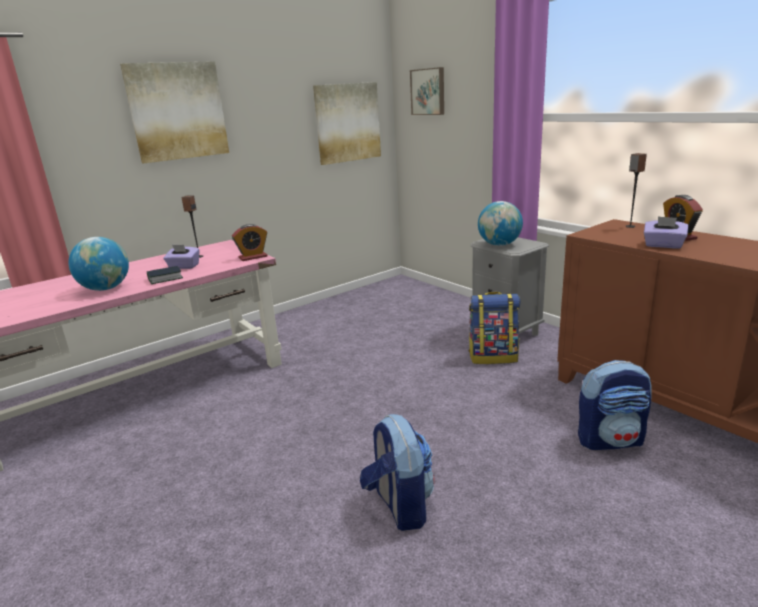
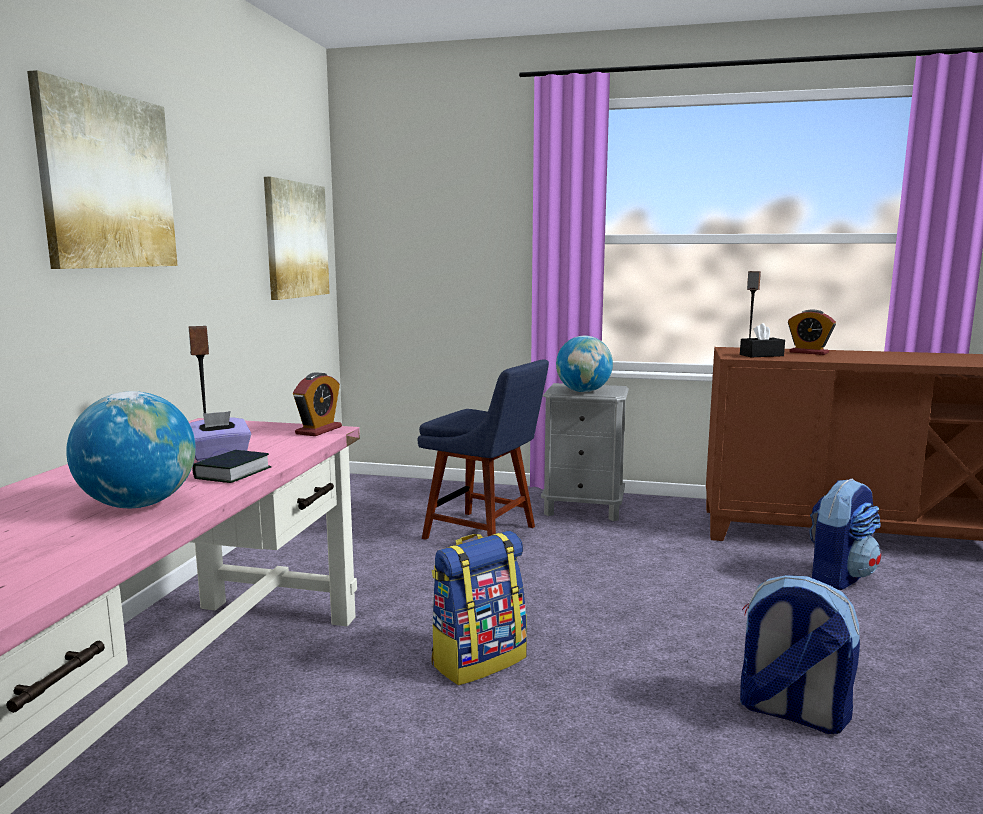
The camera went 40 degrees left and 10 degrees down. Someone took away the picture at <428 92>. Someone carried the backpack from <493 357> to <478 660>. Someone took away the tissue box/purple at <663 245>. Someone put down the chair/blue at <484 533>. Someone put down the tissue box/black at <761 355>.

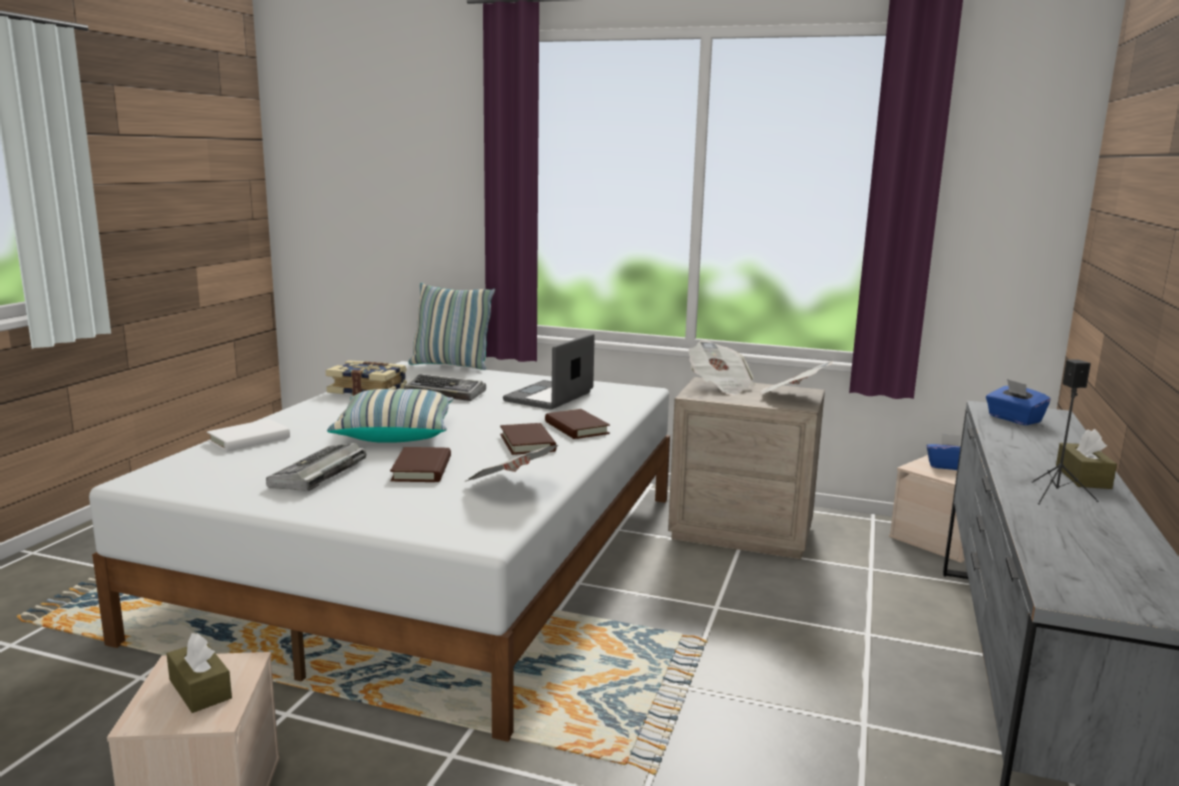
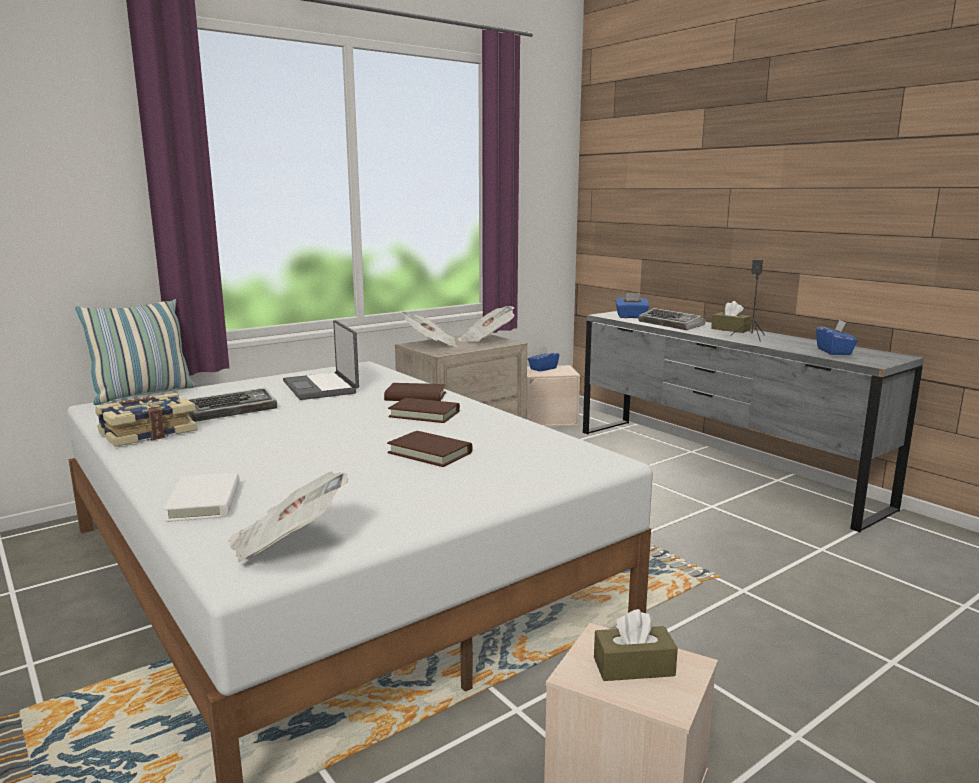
The camera went 55 degrees left and 0 degrees up. Someone carried the keyboard from <318 475> to <671 325>. Someone took away the pillow at <395 433>. Someone carried the newspaper from <510 487> to <287 544>. Someone put down the tissue box/blue at <834 352>.

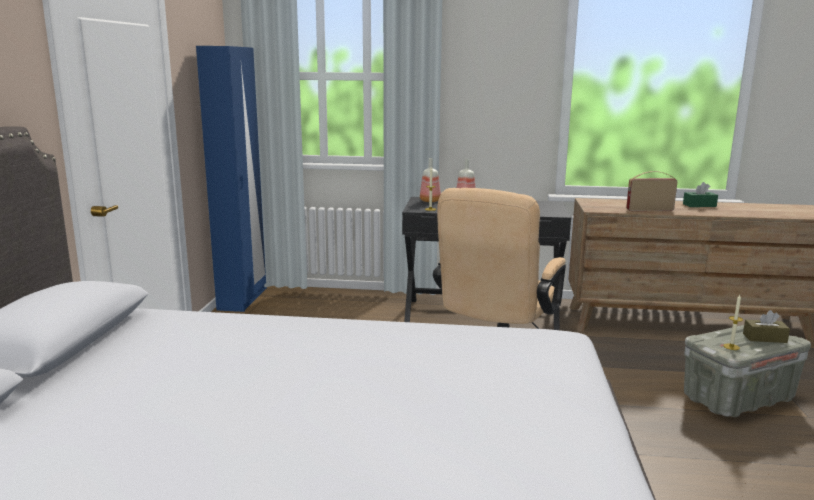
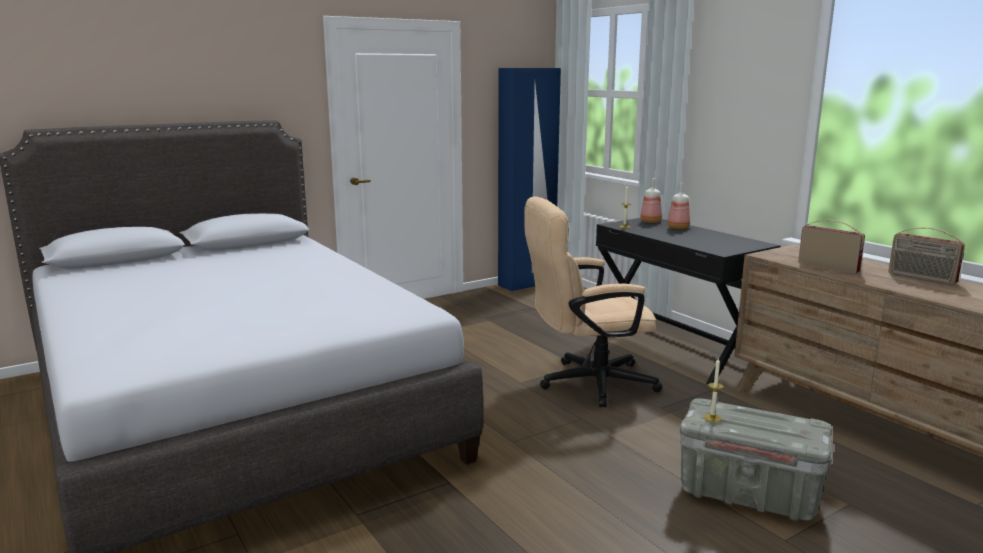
The camera went 50 degrees right and 0 degrees up. Someone swapped the tissue box/green at <699 205> for the radio at <921 279>. Someone took away the tissue box/brown at <764 338>.

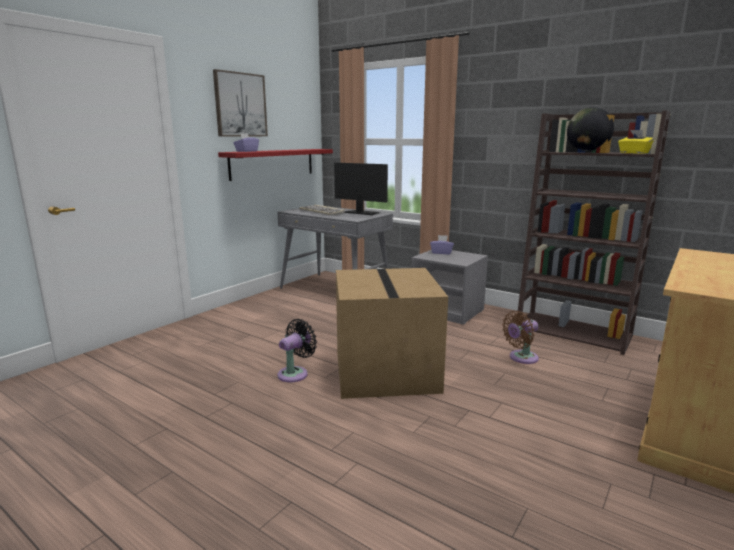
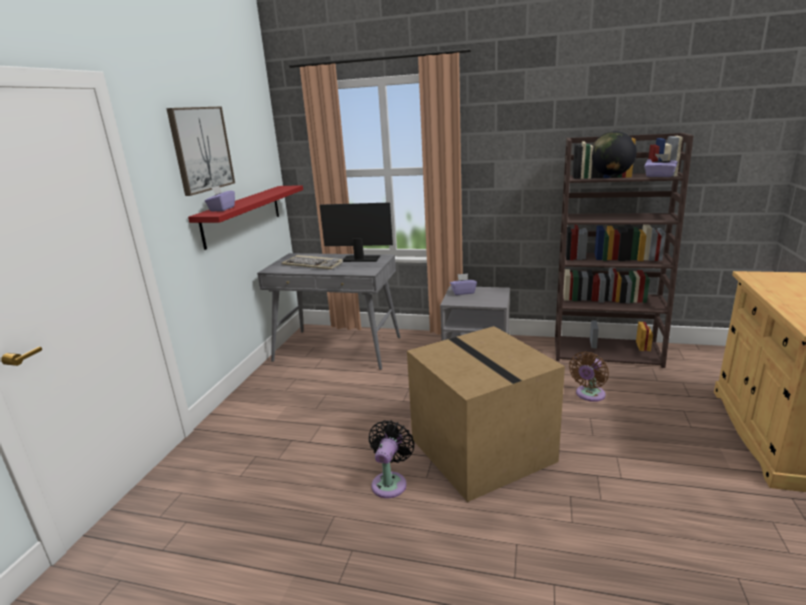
The camera went 20 degrees left and 5 degrees up. Someone repainted the tissue box/yellow at <634 153>, which became the tissue box/purple at <659 176>.

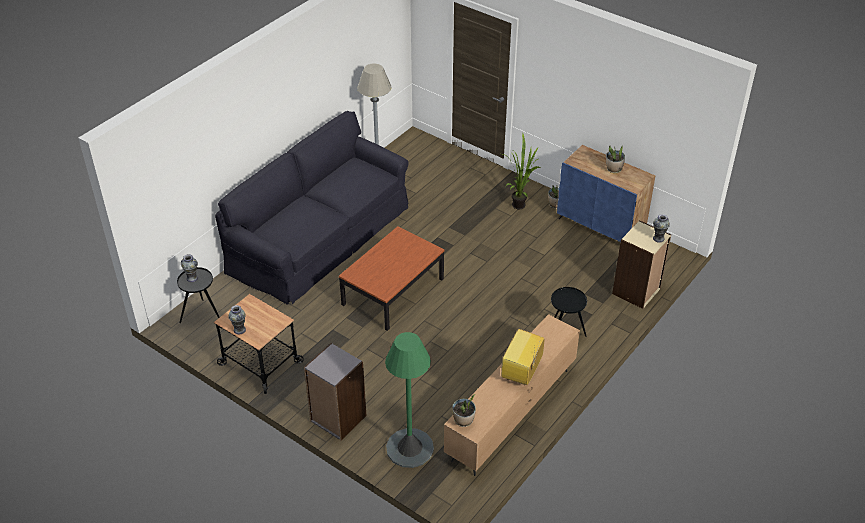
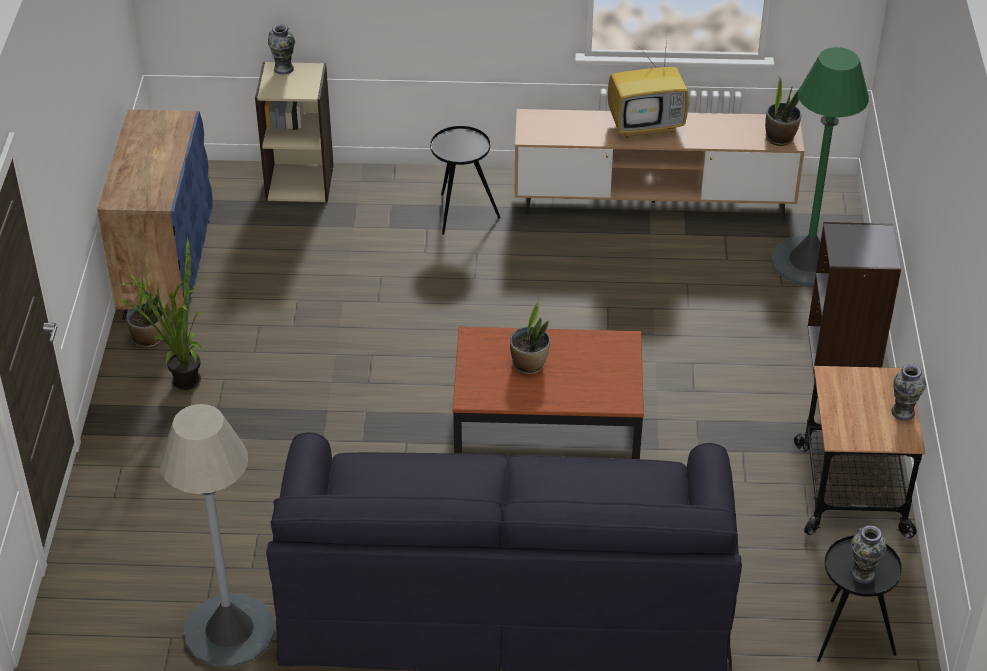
The camera went 125 degrees left and 0 degrees up. Someone carried the potted plant from <613 169> to <529 365>.

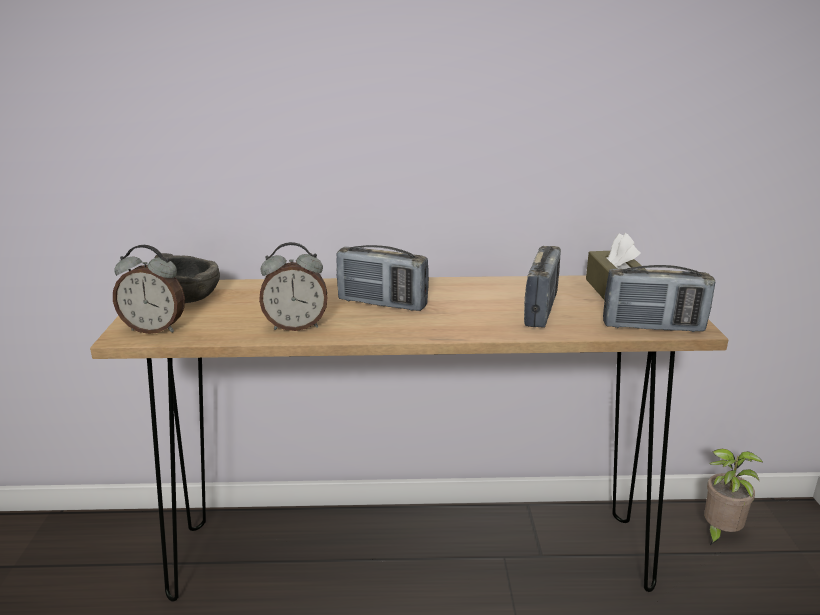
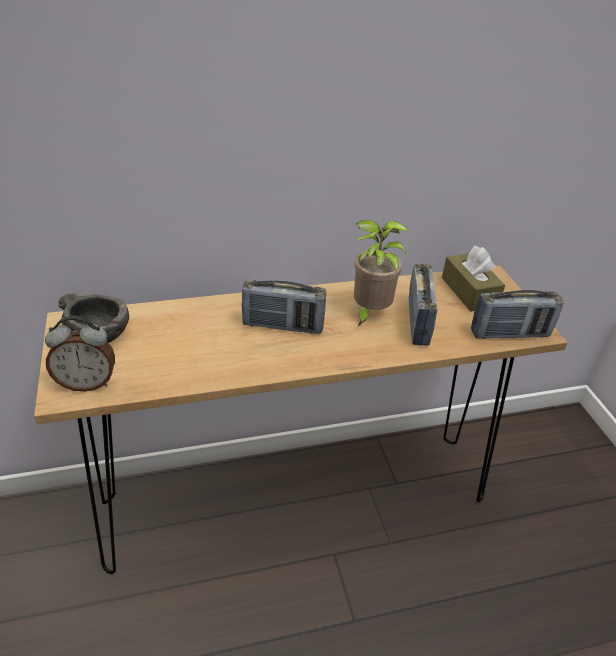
The camera went 15 degrees left and 15 degrees up. Someone took away the alarm clock at <296 326>. Someone carried the potted plant from <719 533> to <369 313>.

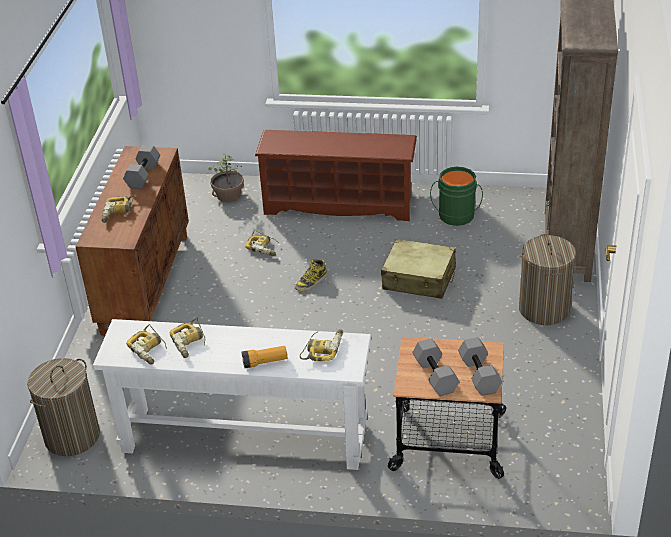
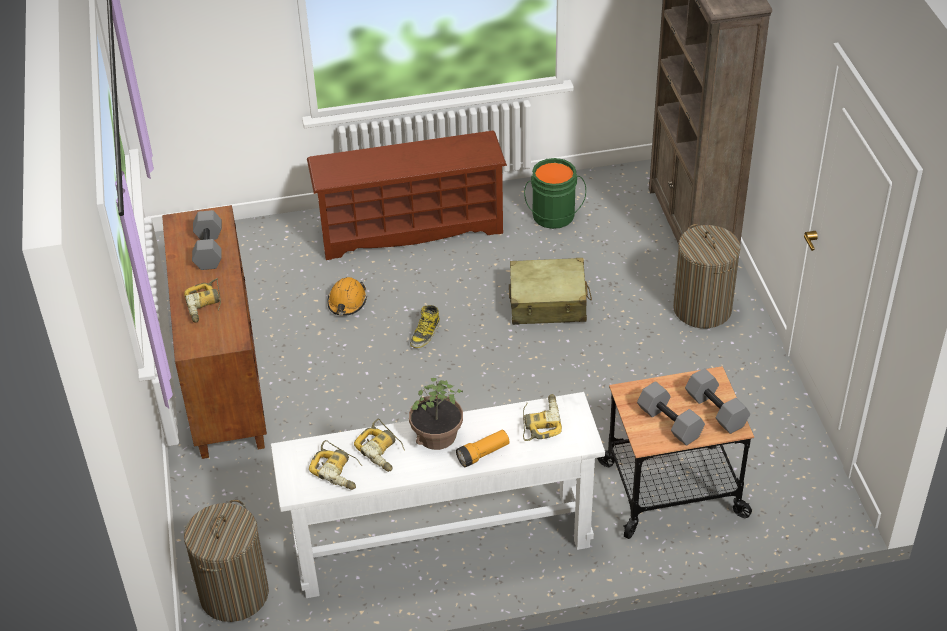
The camera went 20 degrees left and 5 degrees up. Someone carried the potted plant from <228 195> to <436 435>. Someone swapped the power drill at <264 247> for the hard hat/orange at <347 302>.

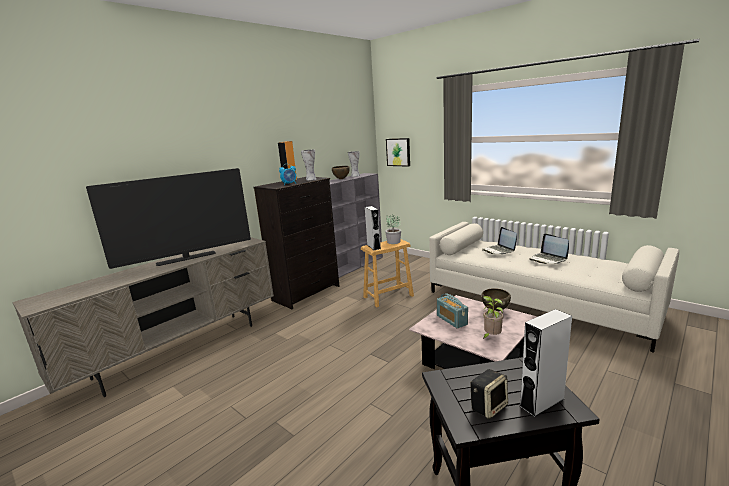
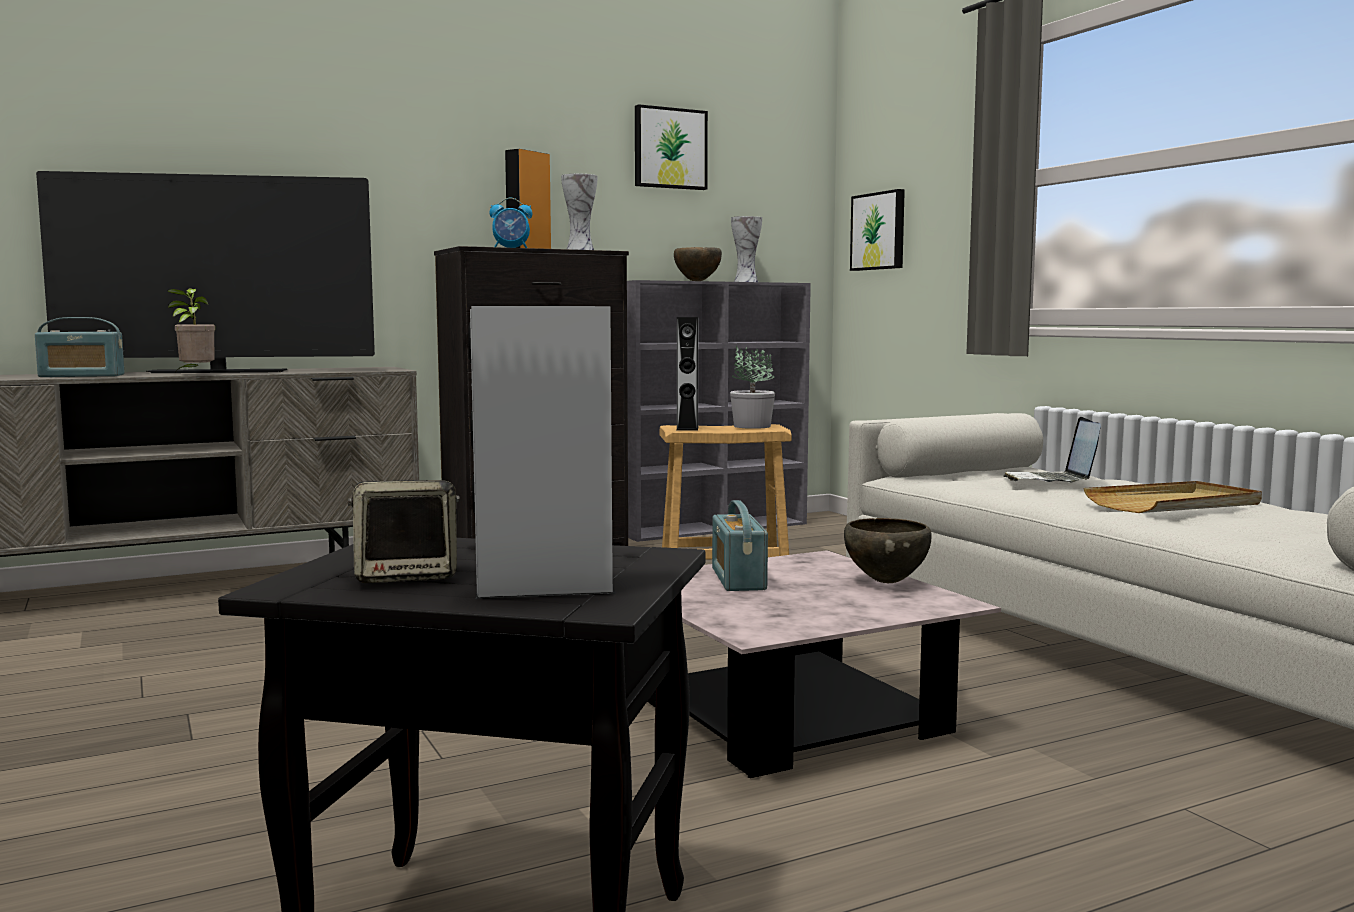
The camera went 20 degrees right and 10 degrees down. Someone carried the potted plant from <491 337> to <195 374>. Someone swapped the laptop at <548 259> for the tray/beige at <1174 504>. Someone put down the radio at <82 376>. Someone put up the picture at <669 148>.

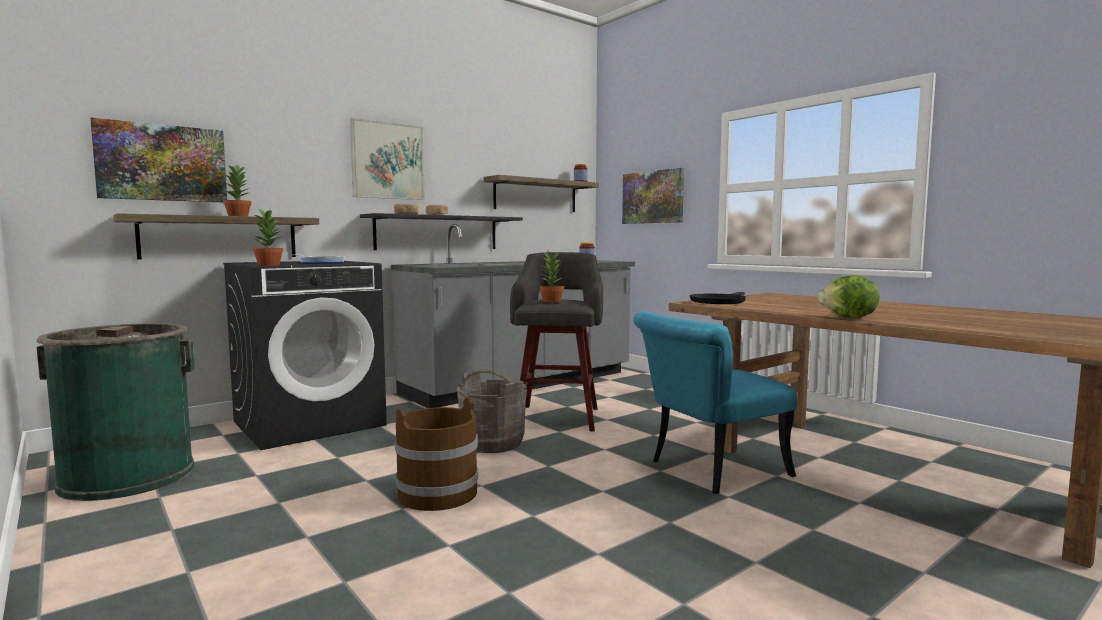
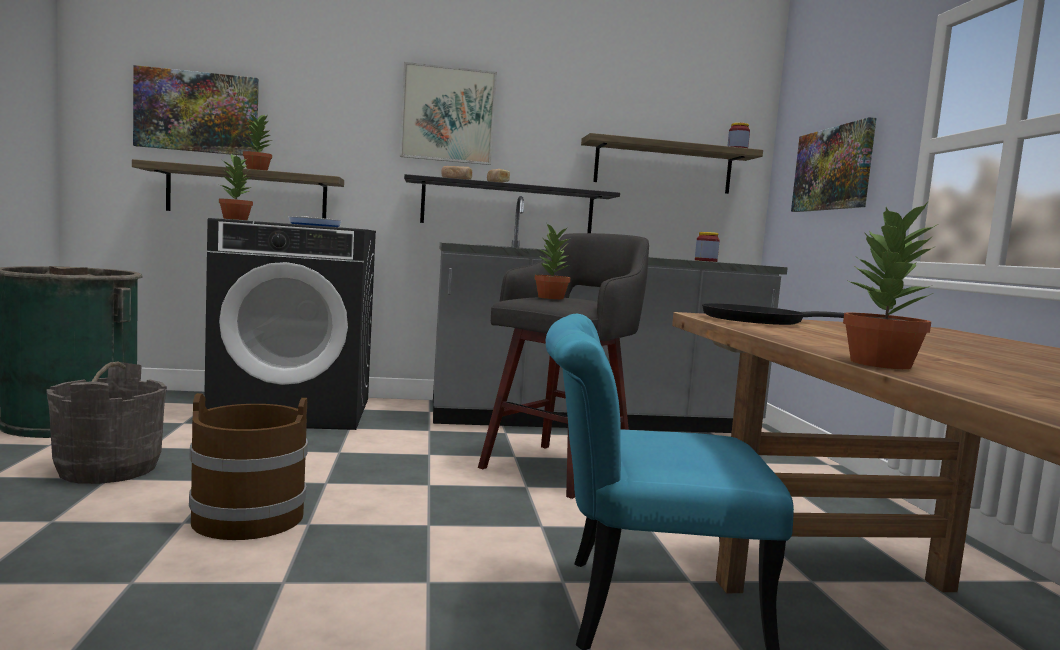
The camera went 30 degrees right and 0 degrees up. Someone carried the bucket/grey from <492 443> to <108 469>. Someone swapped the lettuce at <849 318> for the potted plant at <880 364>.

